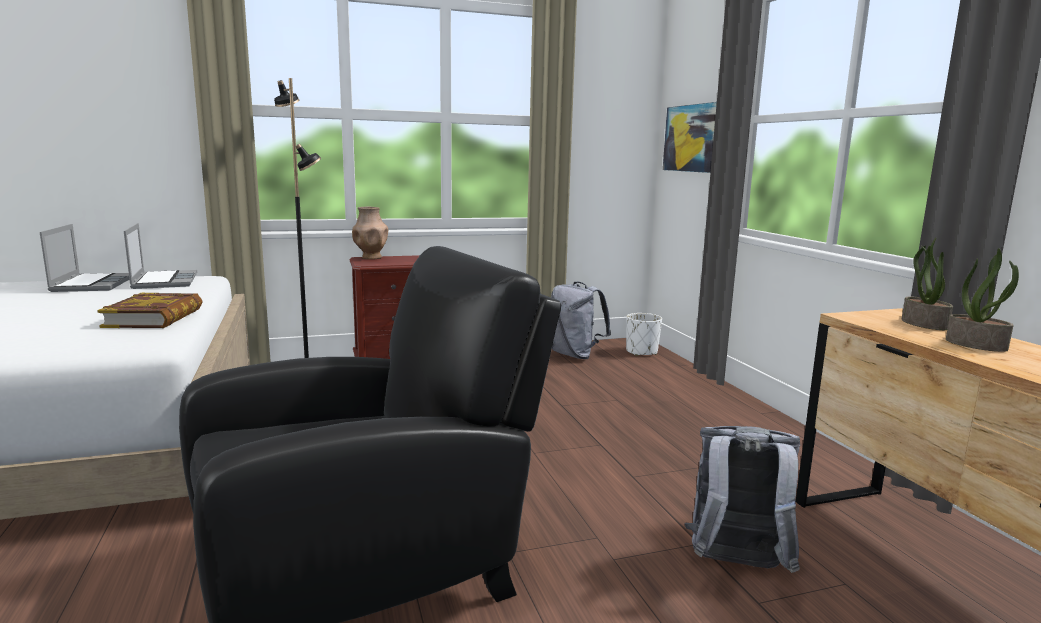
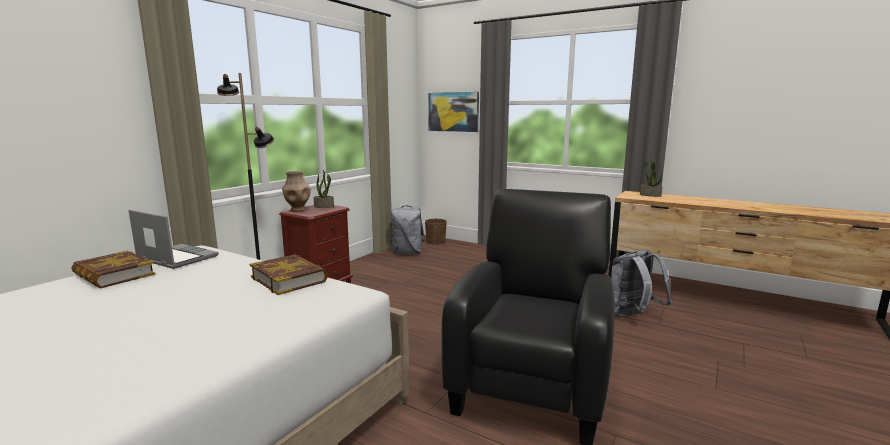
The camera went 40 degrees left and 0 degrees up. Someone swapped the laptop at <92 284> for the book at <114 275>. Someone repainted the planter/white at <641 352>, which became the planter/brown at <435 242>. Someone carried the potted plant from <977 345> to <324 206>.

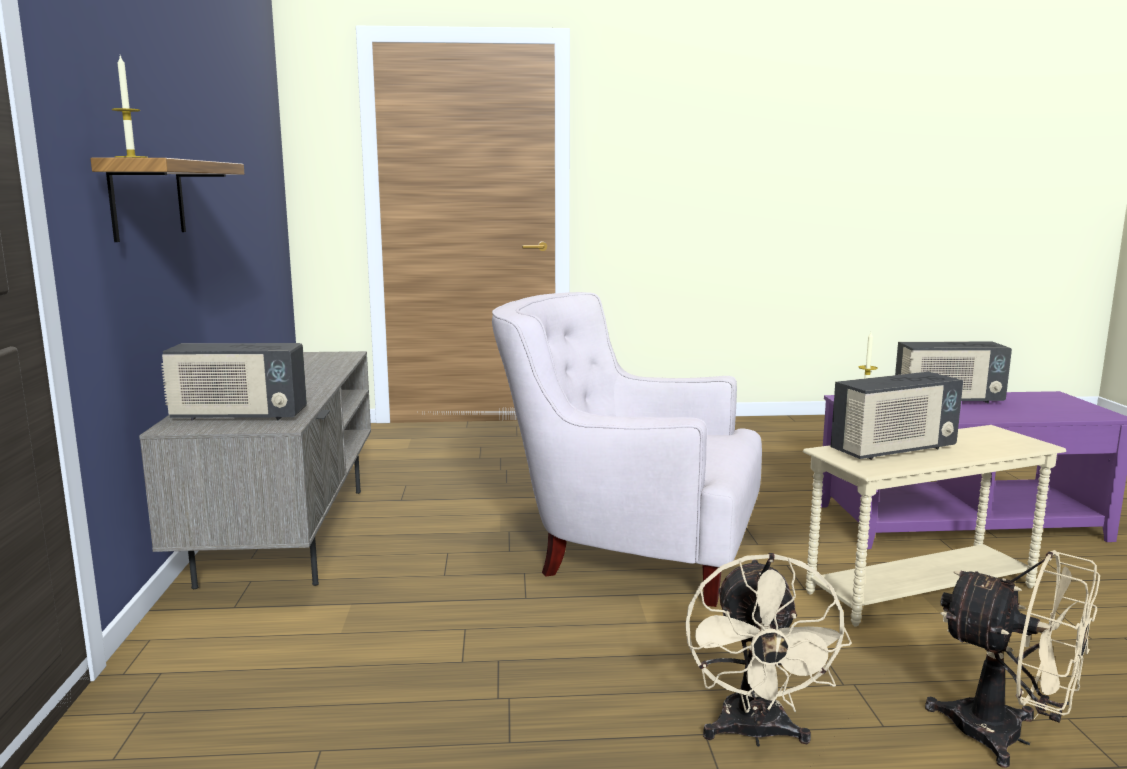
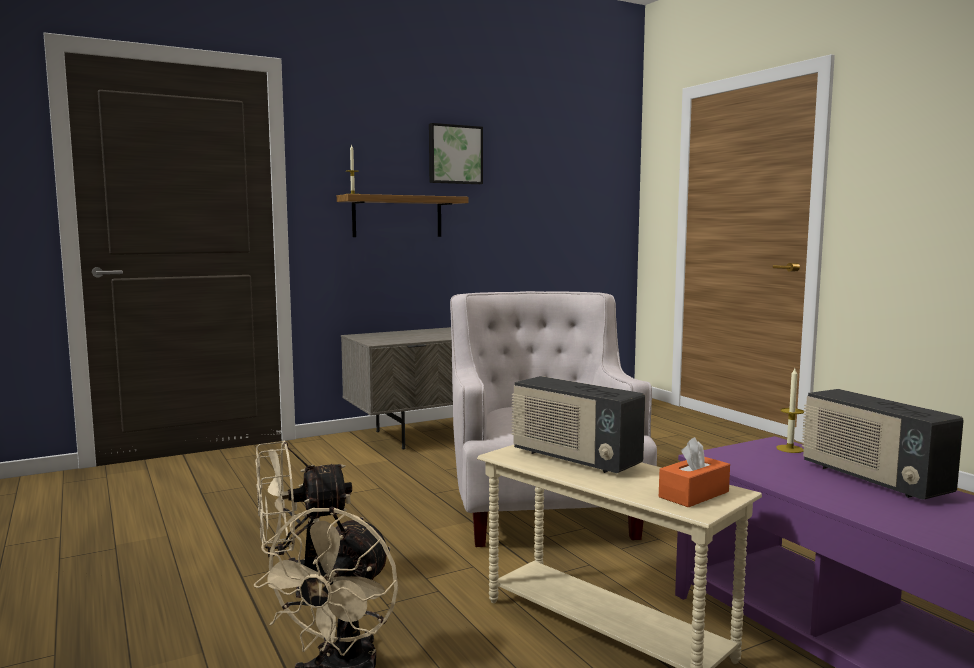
The camera went 65 degrees right and 5 degrees down. Someone took away the radio at <238 416>. Someone put up the picture at <454 154>. Someone put down the tissue box/orange at <694 494>.

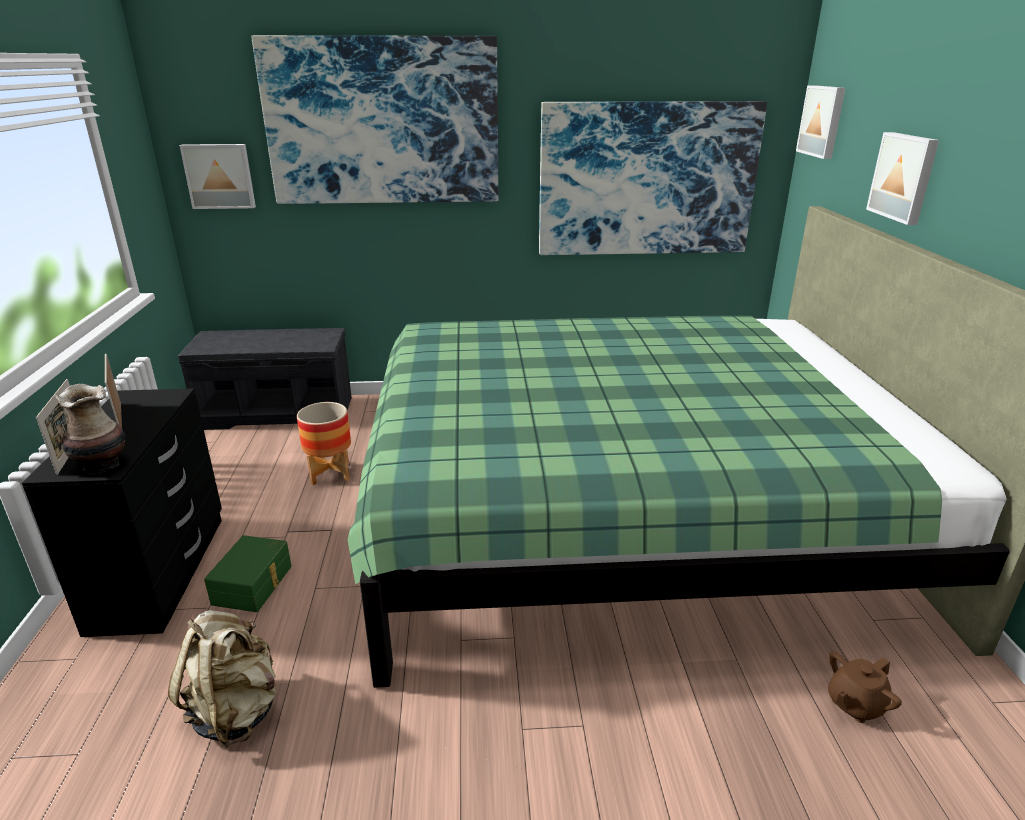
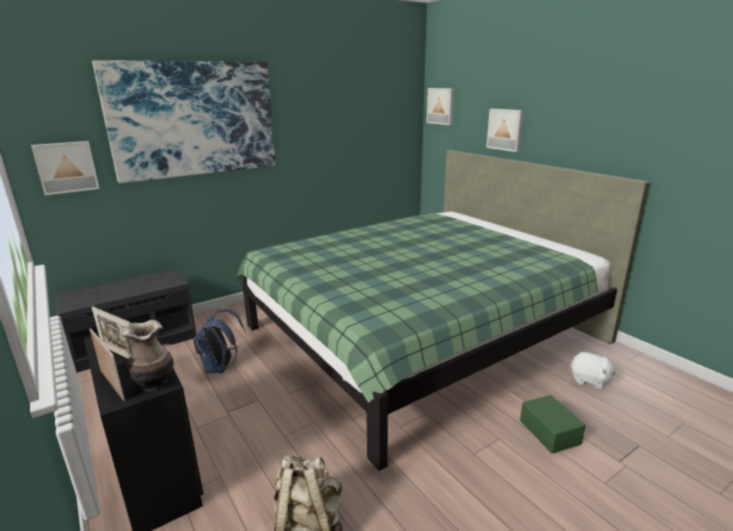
The camera went 30 degrees left and 5 degrees down. Someone carried the storage box/green from <254 585> to <550 431>. Someone swapped the planter at <330 473> for the backpack/blue at <220 368>. Someone took away the picture at <647 180>. Someone swapped the teapot/brown at <855 704> for the plush toy/white at <589 380>.

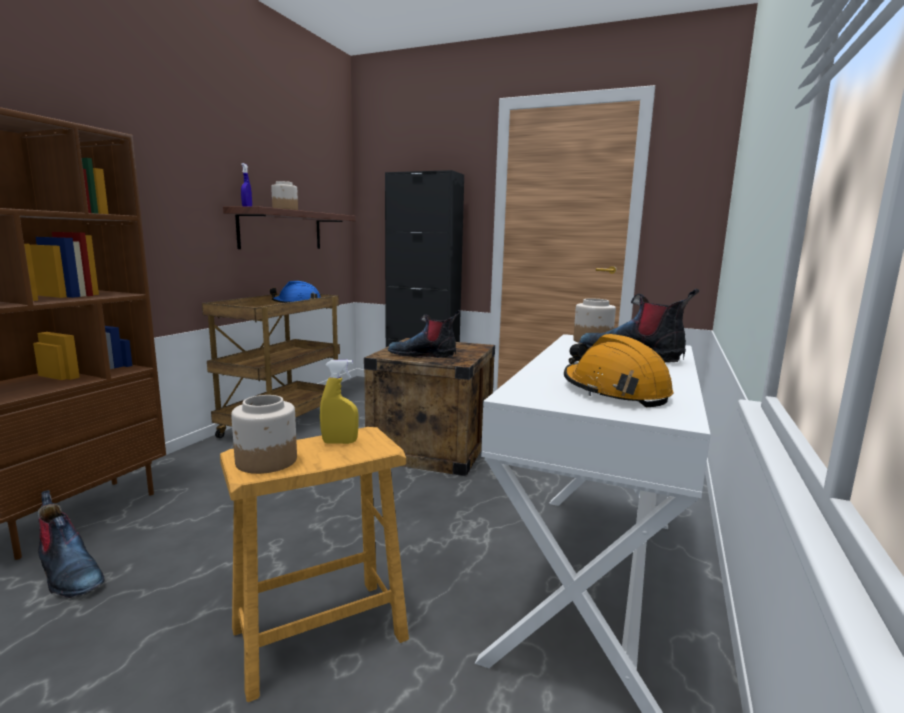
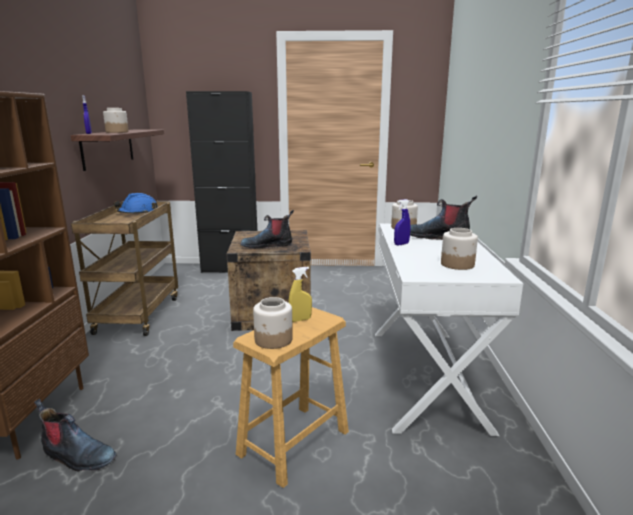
The camera went 20 degrees left and 5 degrees up. Someone swapped the hard hat/orange at <614 391> for the jar at <457 264>. Someone put down the spray bottle/blue at <401 244>.

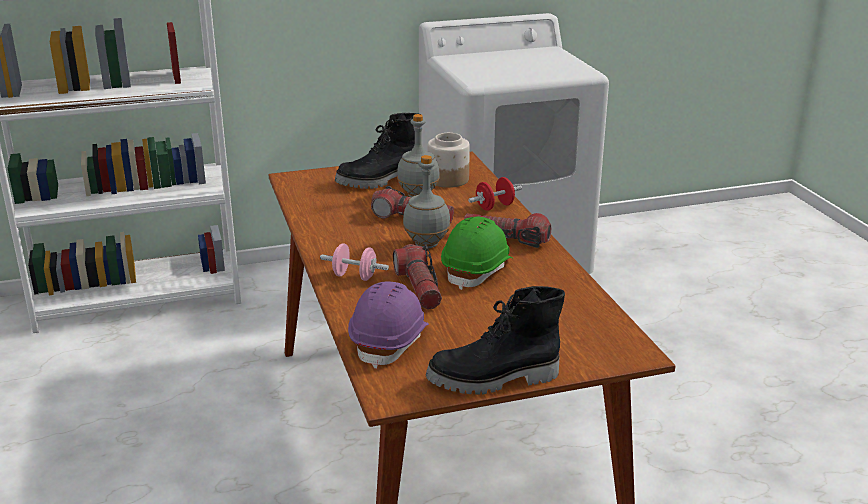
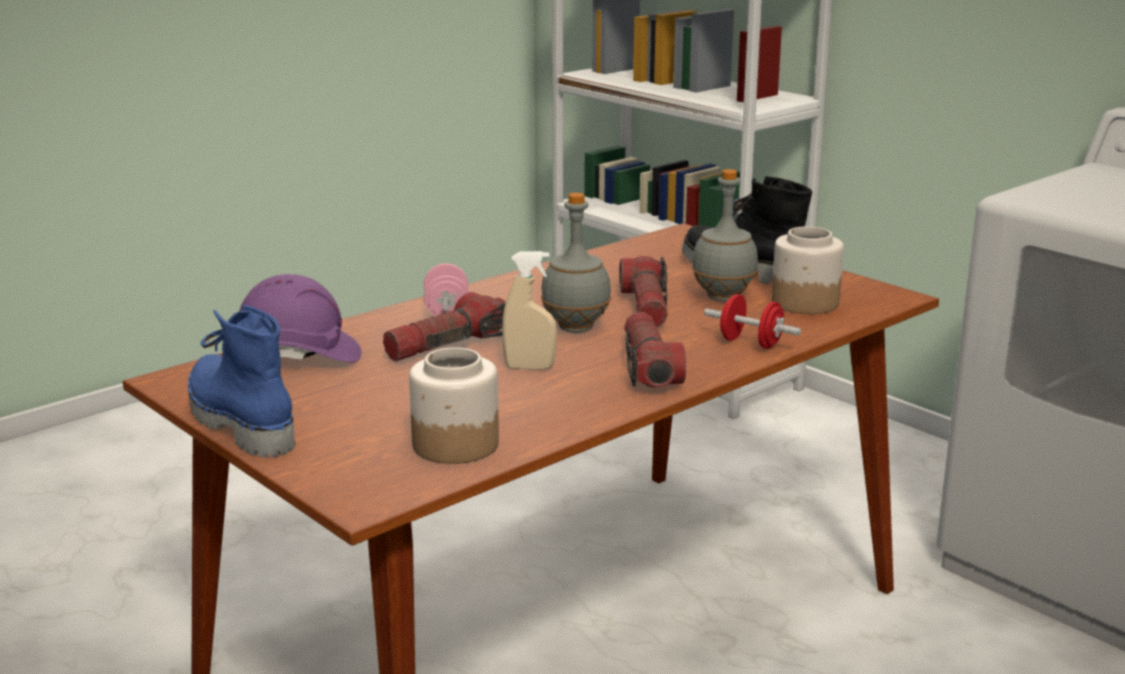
The camera went 65 degrees right and 5 degrees down. Someone repainted the boot/black at <493 380>, which became the boot/blue at <238 424>. Someone swapped the hard hat/green at <478 270> for the spray bottle/beige at <529 367>. Someone put down the jar at <454 444>.

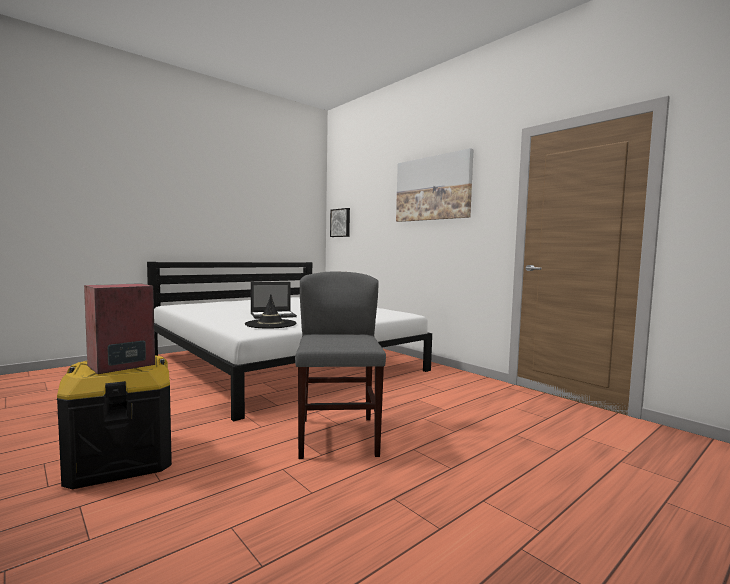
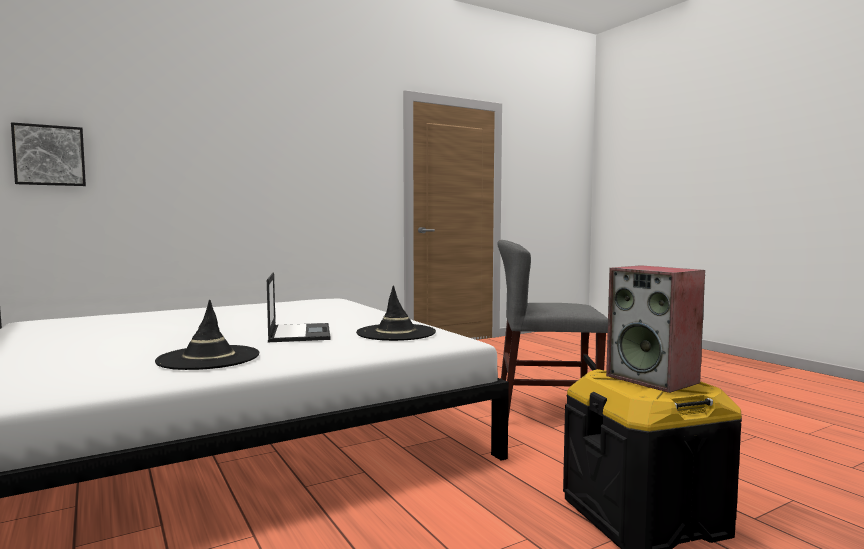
The camera went 80 degrees left and 0 degrees up. Someone took away the picture at <433 188>. Someone put down the hat/black at <208 358>.

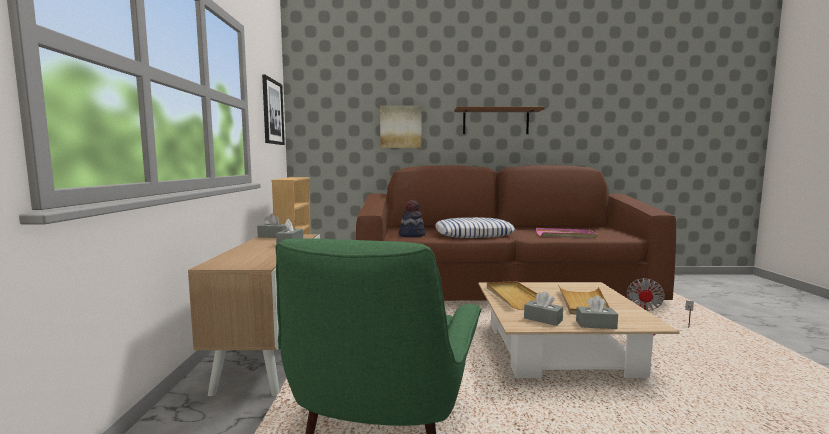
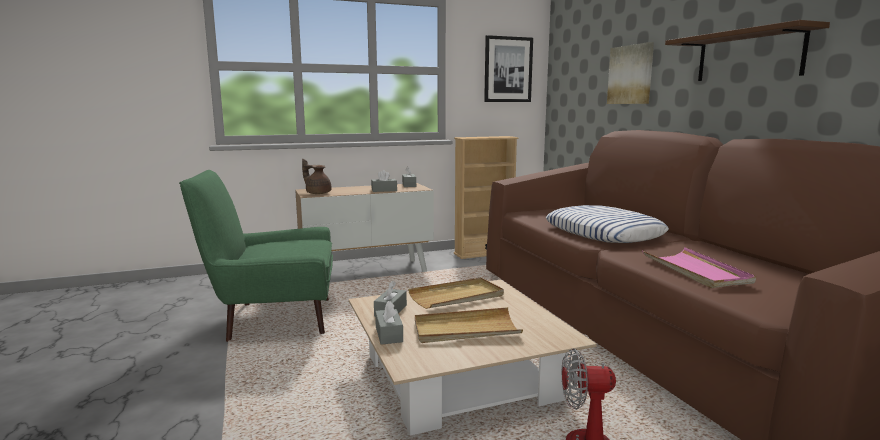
The camera went 70 degrees right and 5 degrees up. Someone took away the hat at <411 235>. Someone put down the teapot/brown at <317 193>.

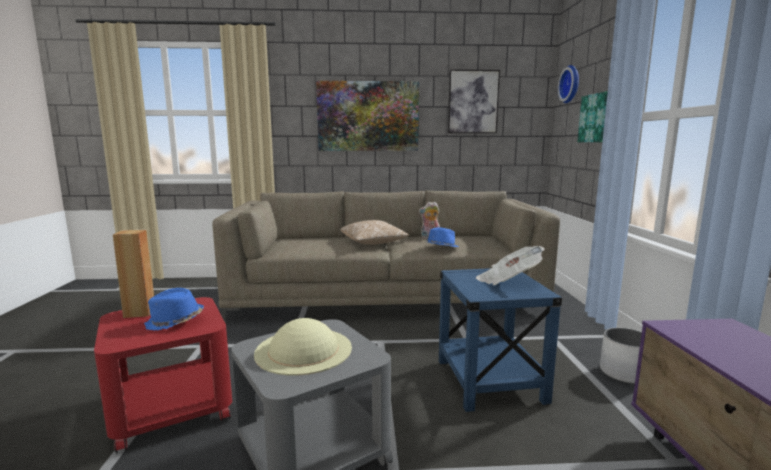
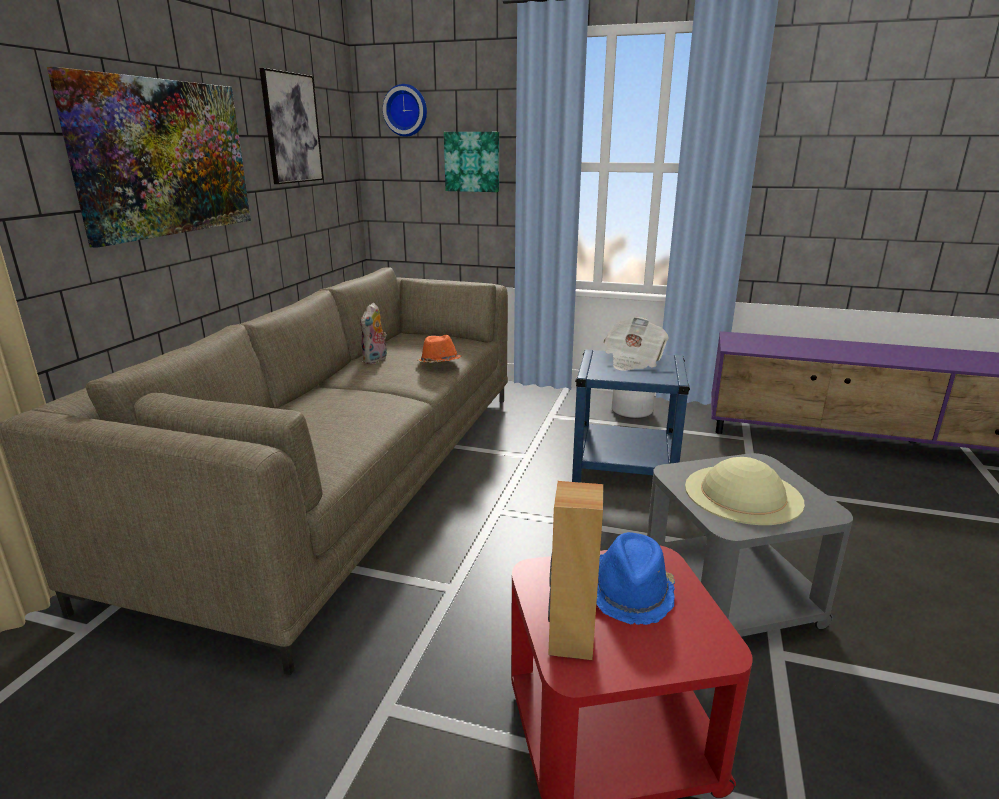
The camera went 70 degrees left and 10 degrees up. Someone took away the pillow at <373 243>. Someone repainted the hat/blue at <441 247>, which became the hat/orange at <439 363>.

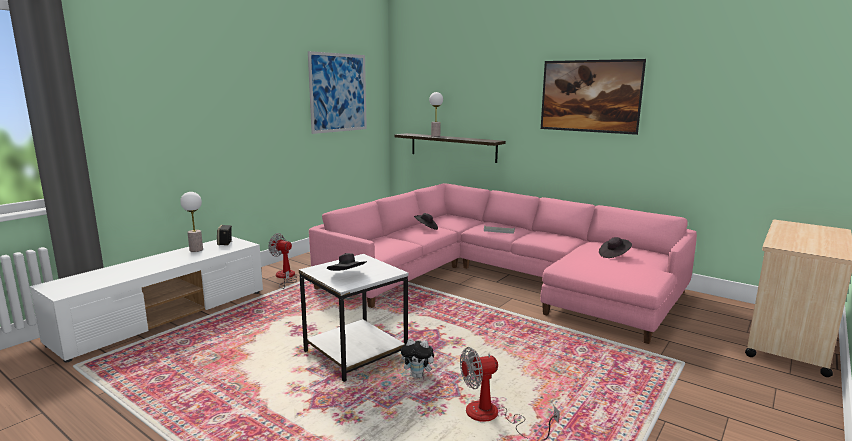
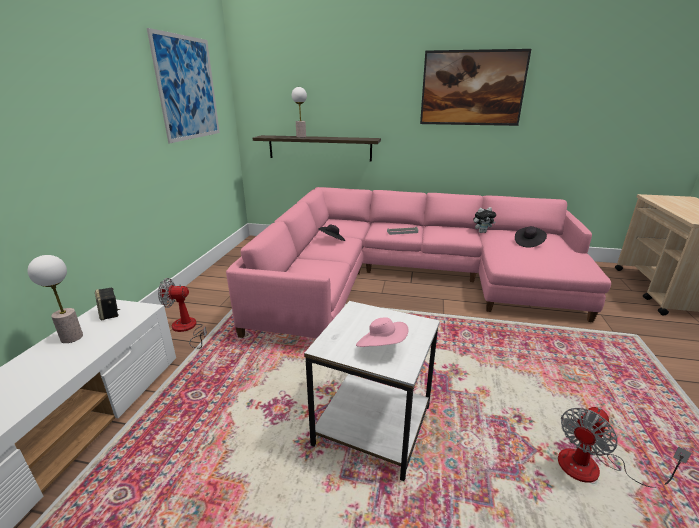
The camera went 25 degrees left and 10 degrees up. Someone repainted the hat/black at <348 275>, which became the hat/pink at <382 347>. Someone carried the plush toy from <418 375> to <482 232>.

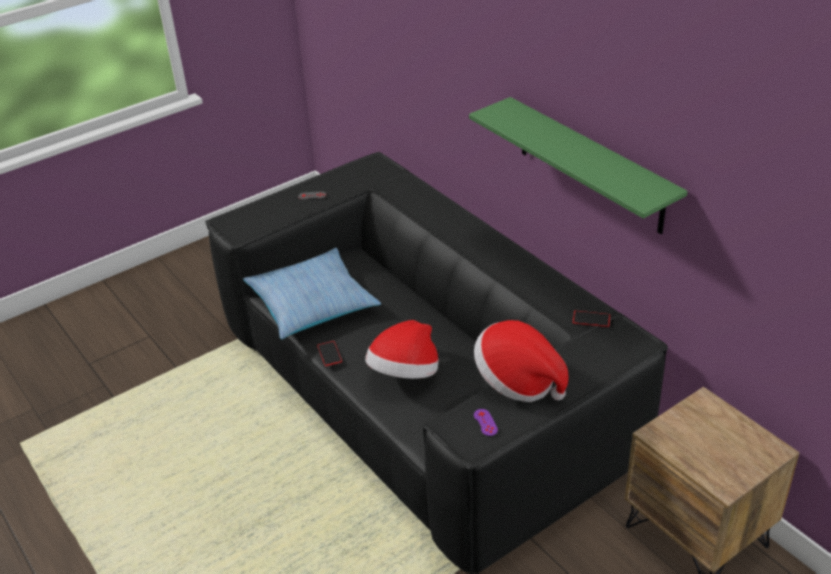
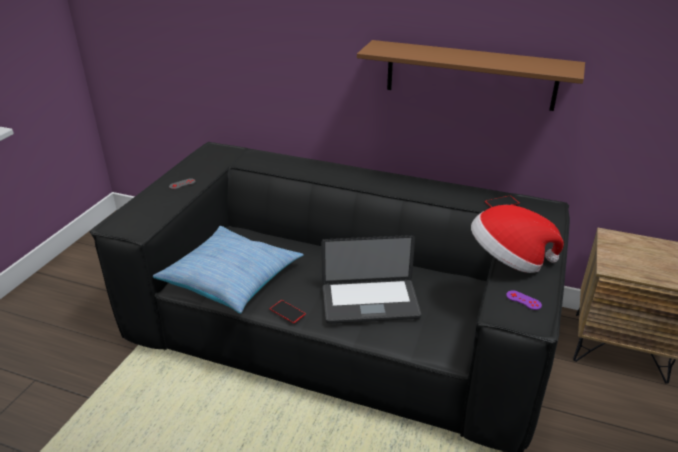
The camera went 35 degrees left and 5 degrees down. Someone swapped the hat at <405 374> for the laptop at <370 303>. Someone repainted the shelf/green at <590 165>, which became the shelf/brown at <470 75>.

